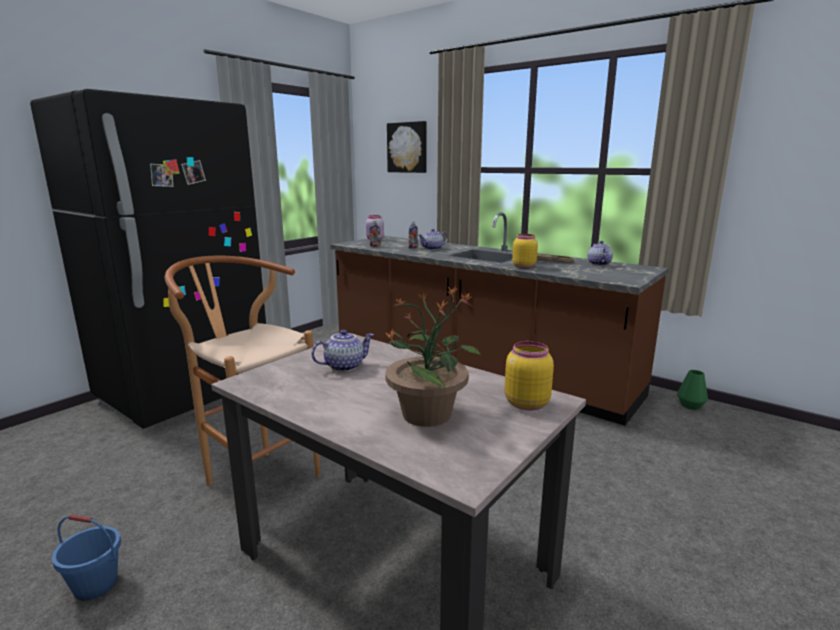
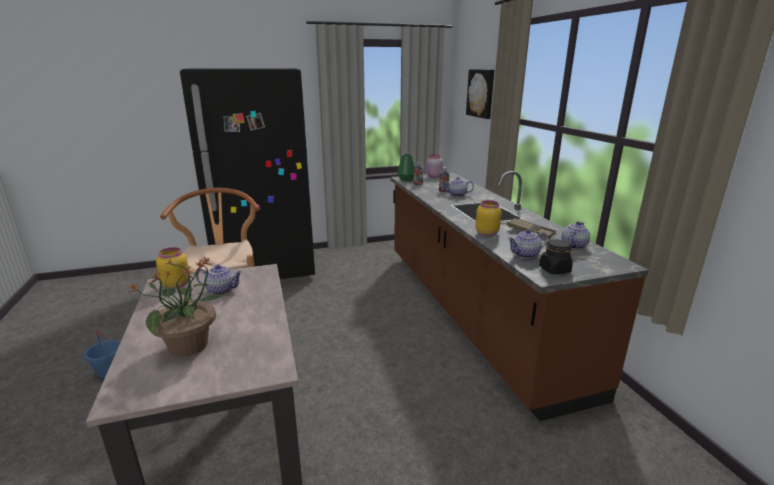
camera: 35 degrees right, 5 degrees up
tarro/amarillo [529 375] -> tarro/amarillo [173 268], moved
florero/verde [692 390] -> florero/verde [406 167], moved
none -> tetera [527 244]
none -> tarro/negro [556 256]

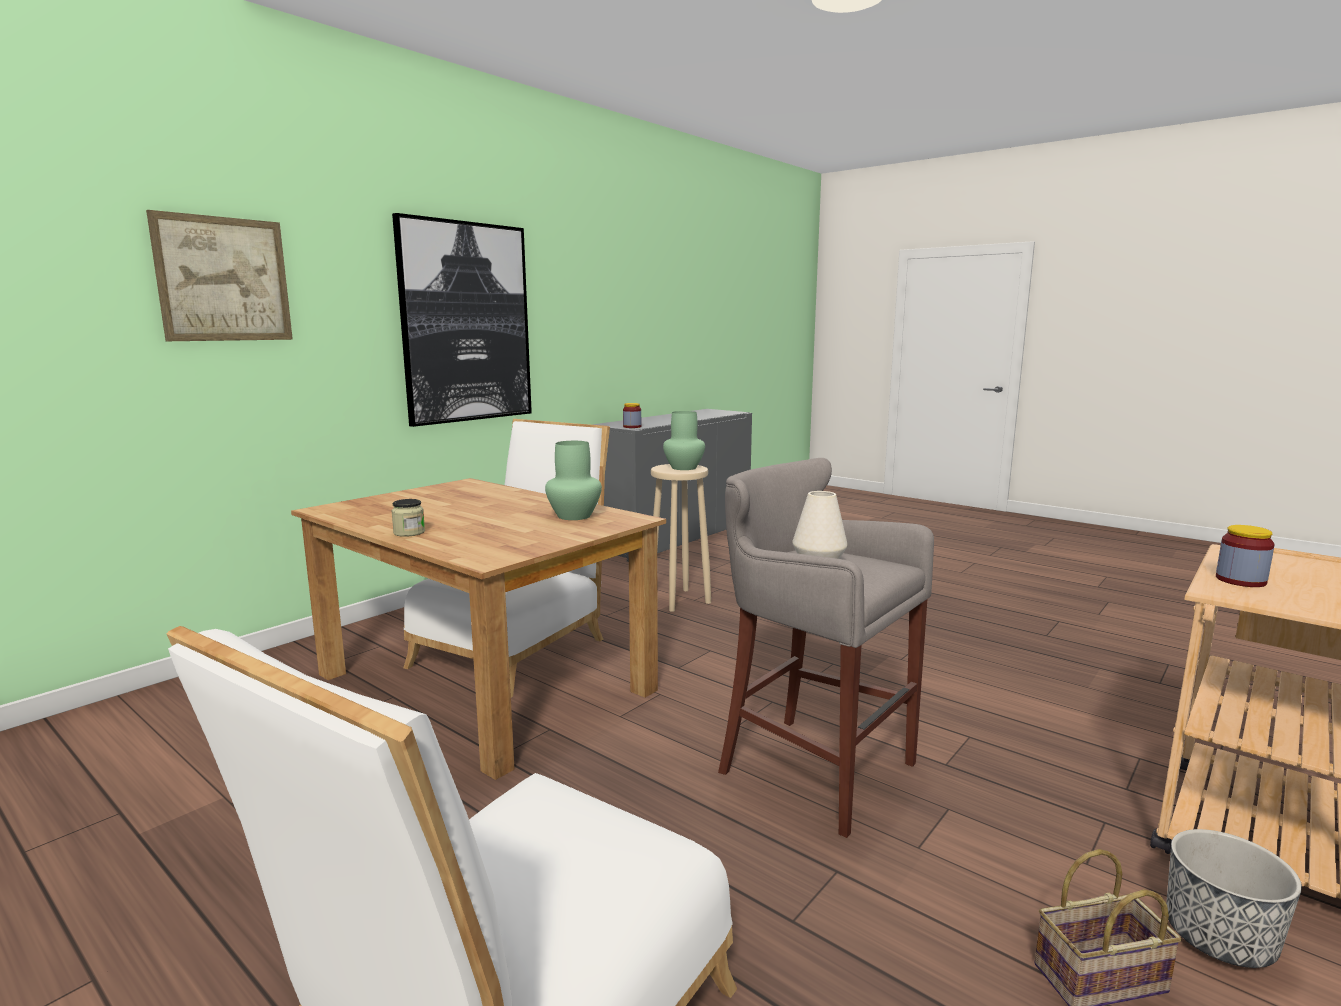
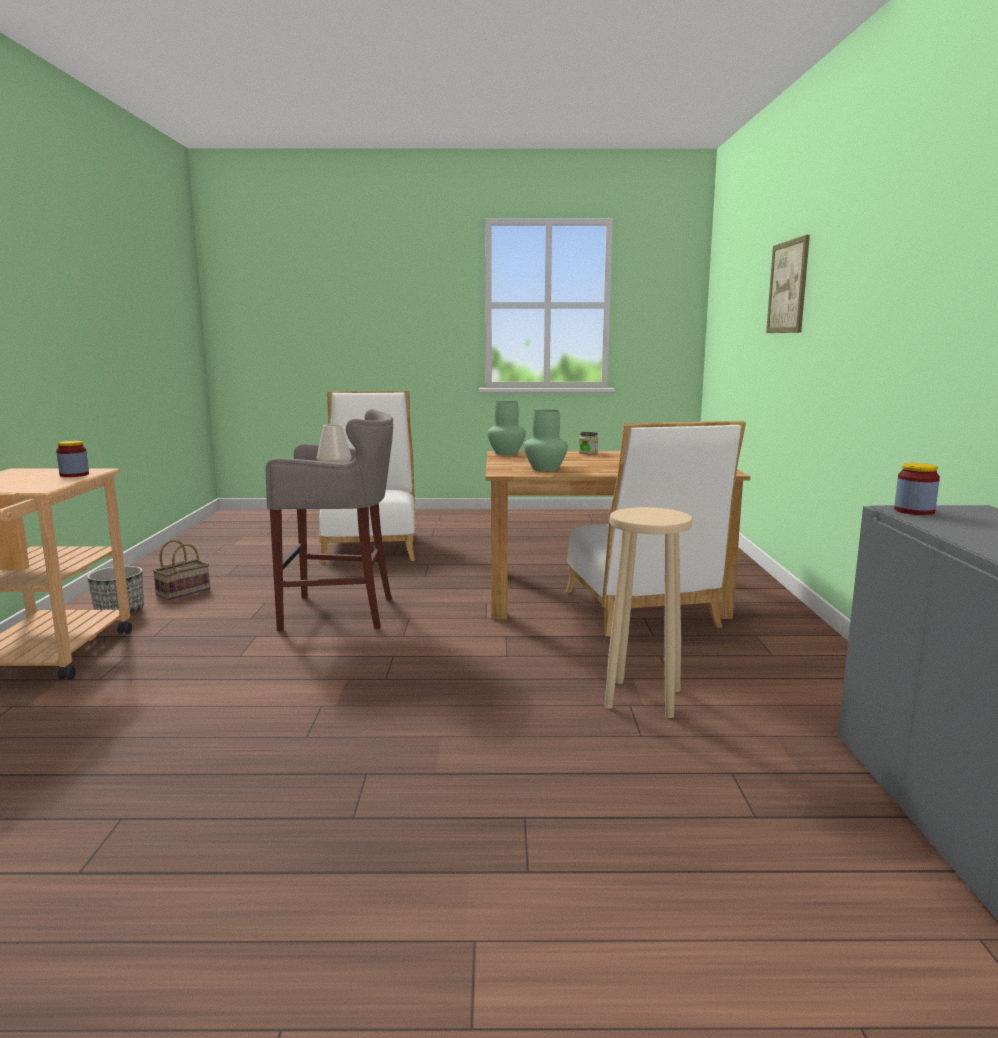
camera: 140 degrees right, 0 degrees up
cuadro [462 320] -> none
florero/verde [684 440] -> florero/verde [506 428], moved

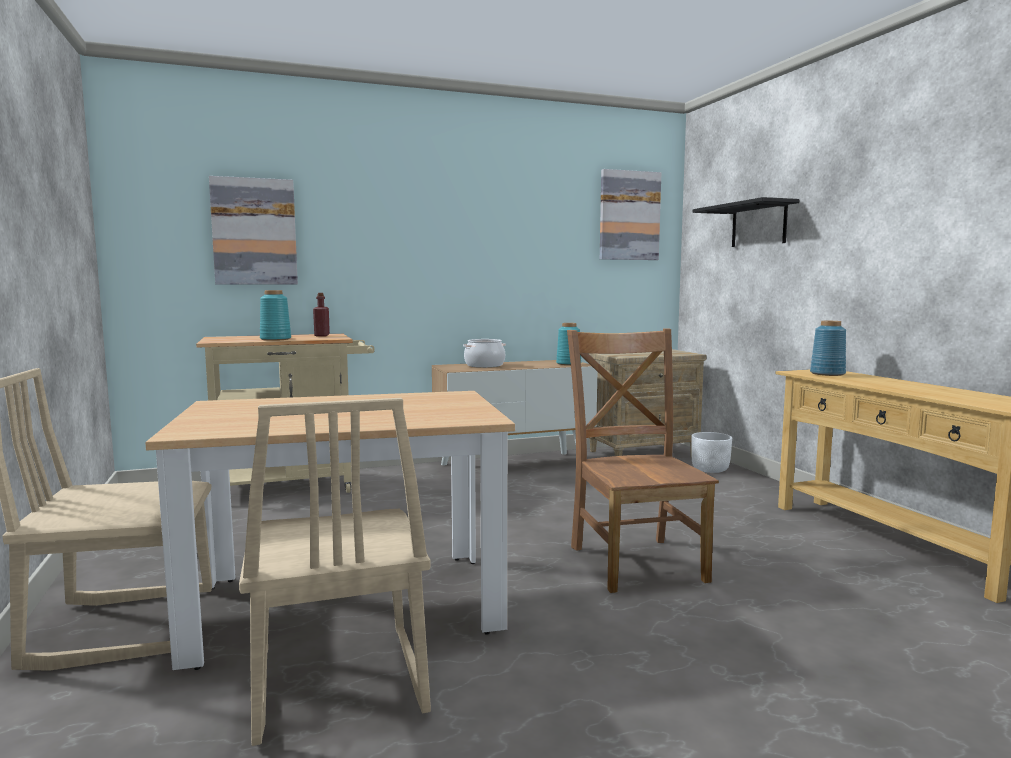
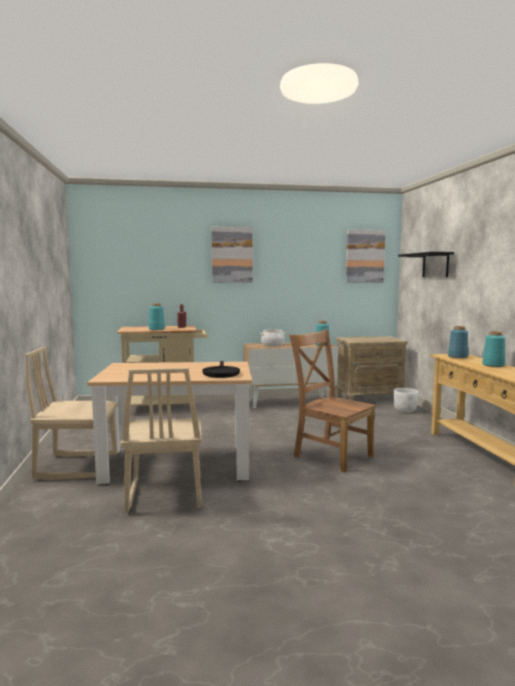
camera: 10 degrees right, 0 degrees up
cuadro [253 230] -> cuadro [232 255], moved
silla/marrón [643 460] -> silla/marrón [332 400], 45 degrees counterclockwise
none -> florero/turquesa [493 349]
none -> sartén/negro [221 369]

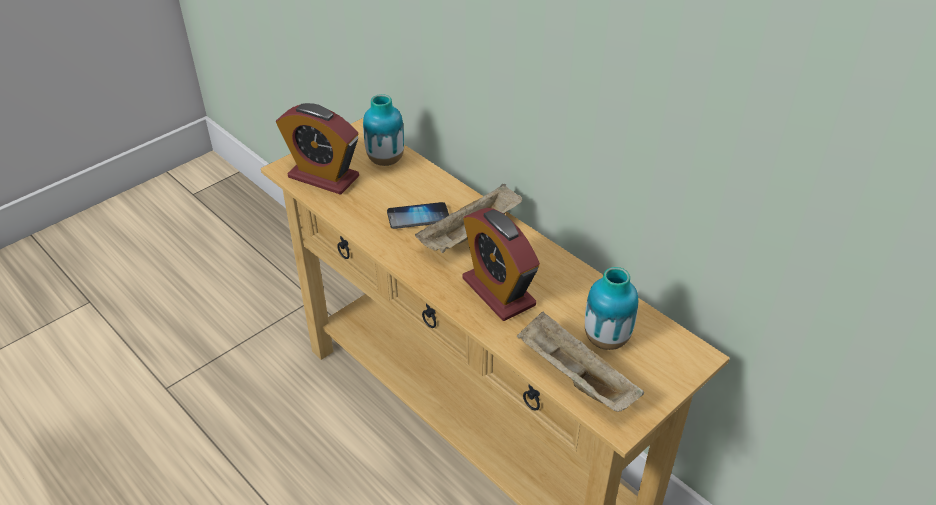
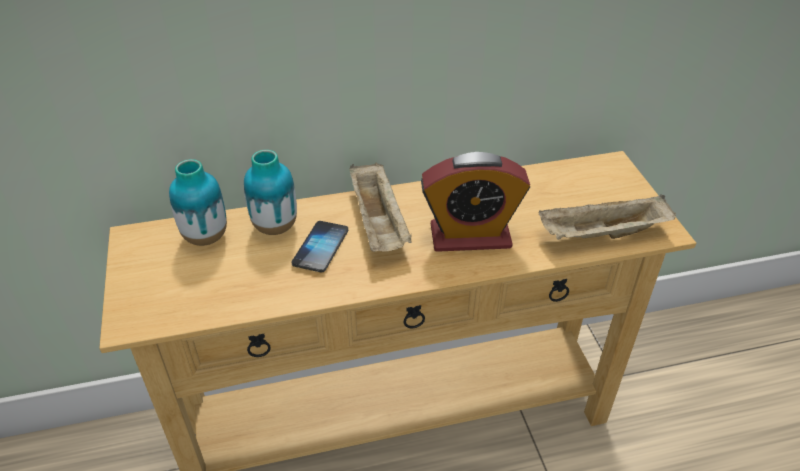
camera: 60 degrees left, 0 degrees up
despertador [317 149] -> none
florero [611 308] -> florero [270 192], moved

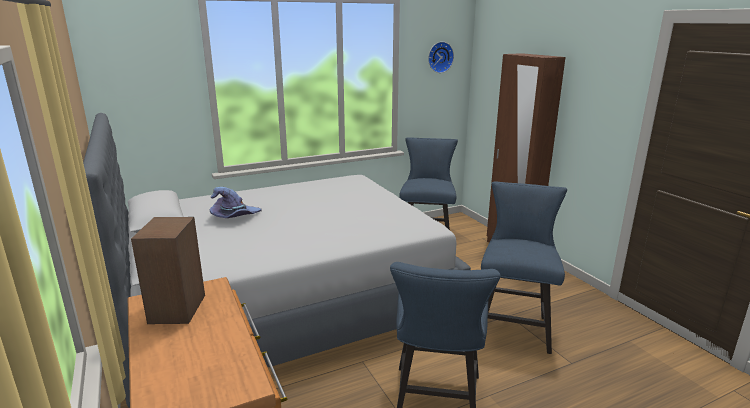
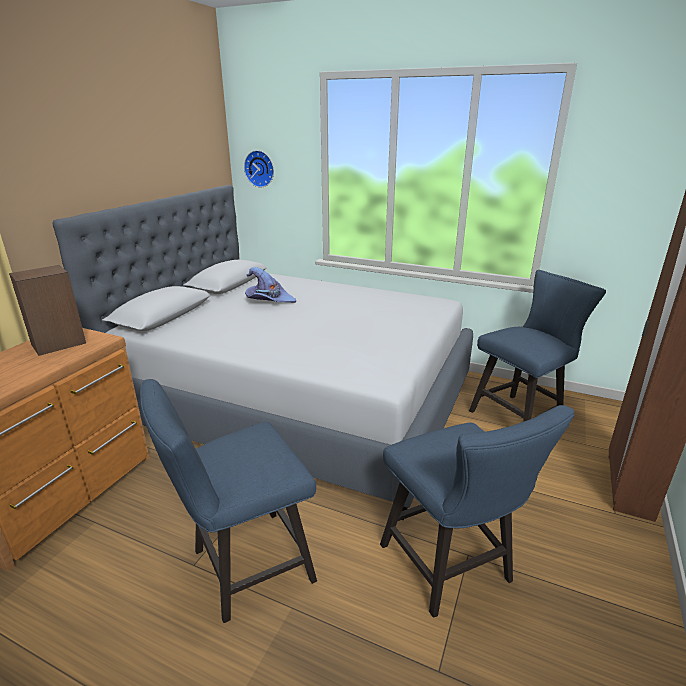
camera: 50 degrees right, 5 degrees up
reloj de pared [441 57] -> reloj de pared [259 169], moved
silla/azul [524 268] -> silla/azul [477 511], 90 degrees clockwise

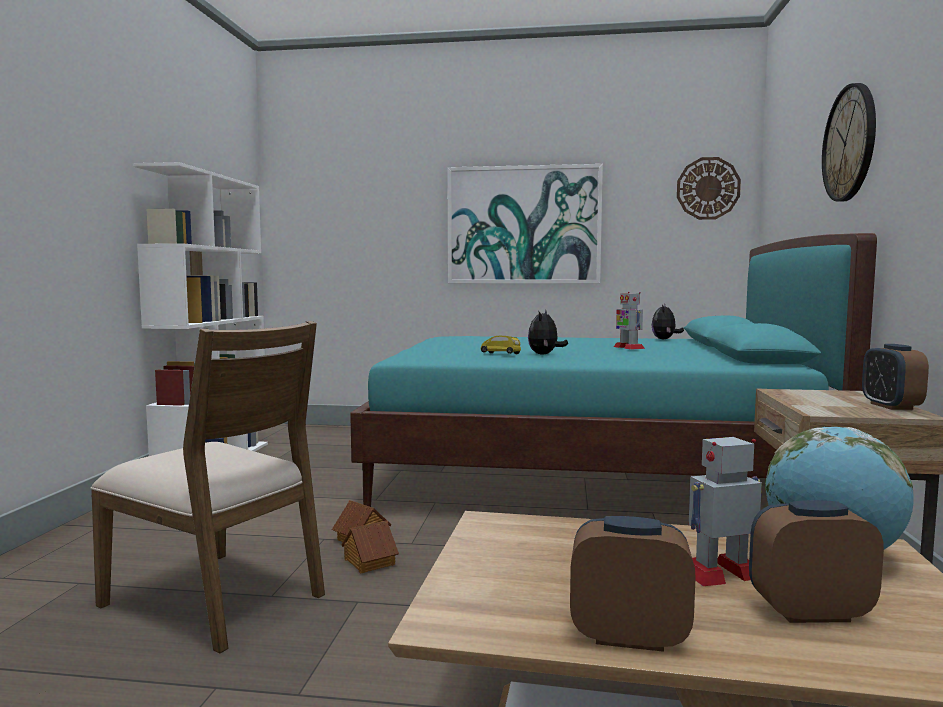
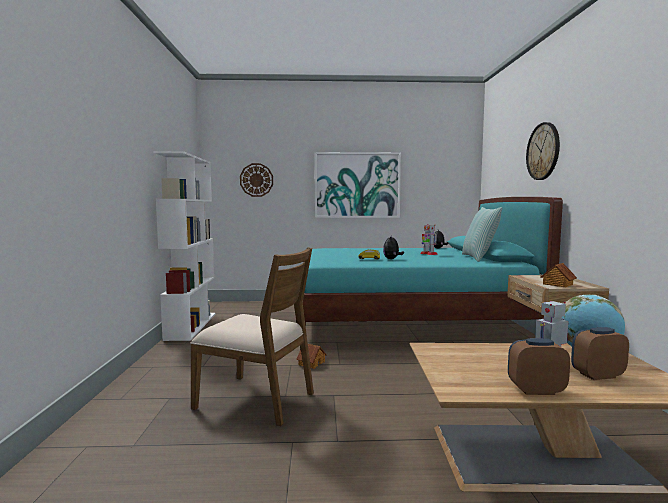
camera: 10 degrees left, 0 degrees up
reloj de pared [709 188] -> reloj de pared [256 180], moved
despertador [895 377] -> none
casita [370 547] -> casita [559 275], moved
none -> cojín [482 234]

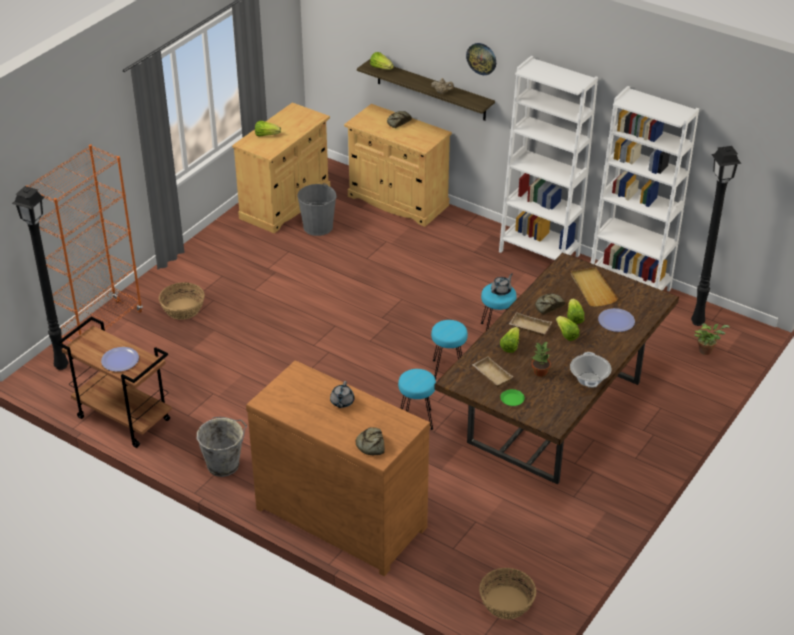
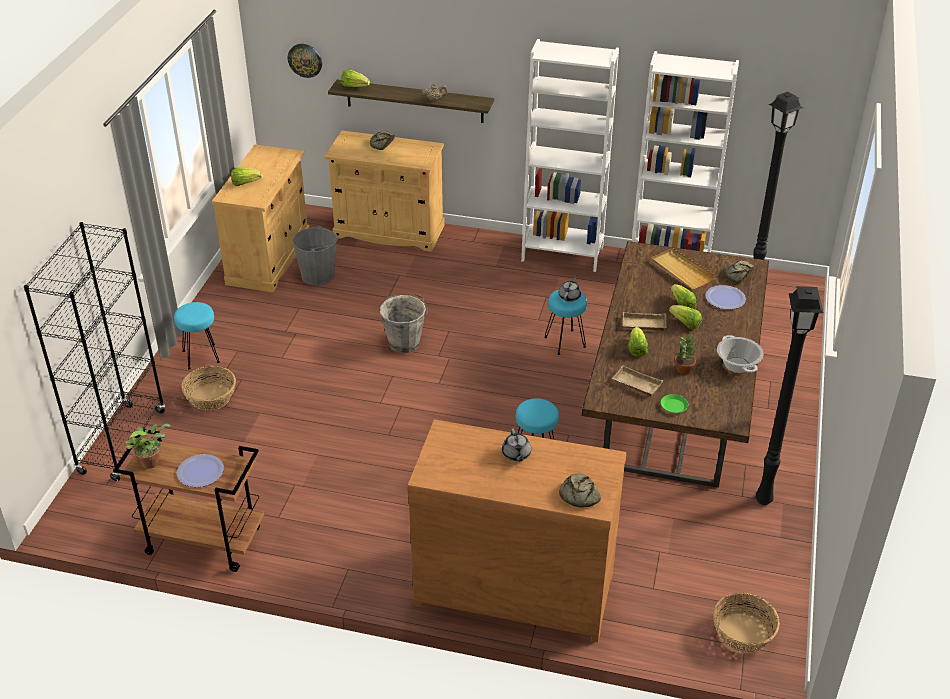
camera: 20 degrees left, 0 degrees up
reloj de pared [481 59] -> reloj de pared [305 61], moved
estantería/naranja [85 244] -> estantería/negro [94 351]
lámpara de pie/negro [40 278] -> lámpara de pie/negro [789 395], moved
pan [550 304] -> pan [739 272], moved
taburete/turquesa [449 350] -> taburete/turquesa [197 336], moved
planta en maceta [711 339] -> planta en maceta [147 446], moved
cubo/gris [222 447] -> cubo/gris [404 323], moved

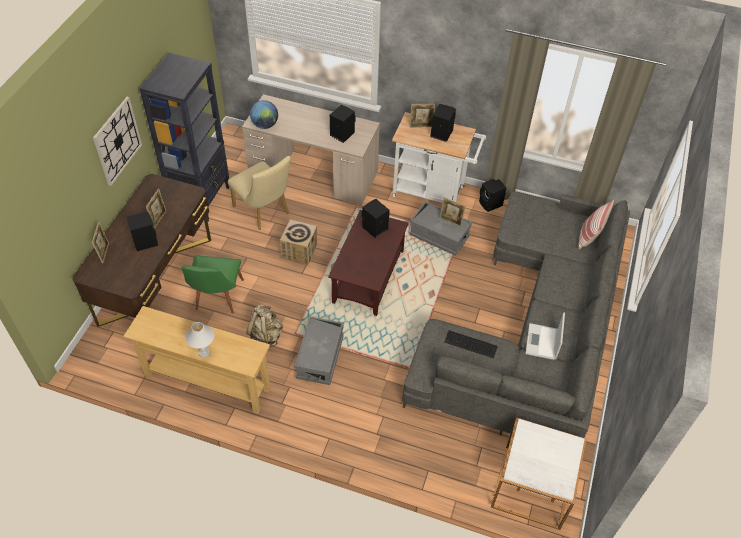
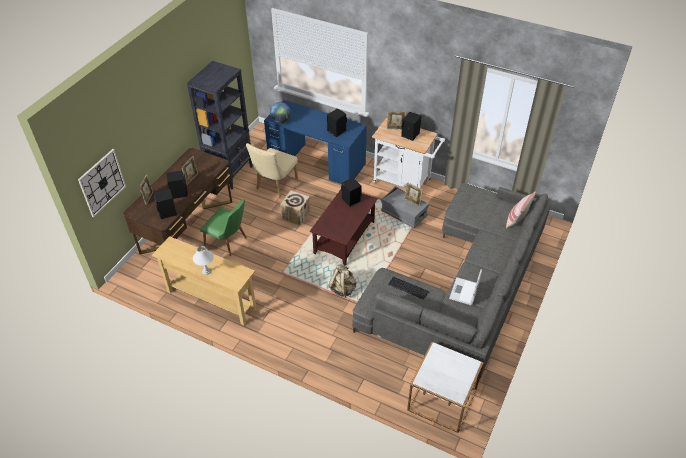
camera: 10 degrees right, 5 degrees down
escritorio/beis [311 149] -> escritorio/azul [315 142]
reloj de pared [117 141] -> reloj de pared [102 183], moved
silla/beis [259 193] -> silla/beis [272 170], 60 degrees clockwise
altavoz/negro [493 195] -> altavoz/negro [165 204], moved
silla/verde [212 284] -> silla/verde [223 227], 75 degrees counterclockwise
mochila/beis [265 326] -> mochila/beis [342 281], moved
caja de almacenaje/gris [319 350] -> none

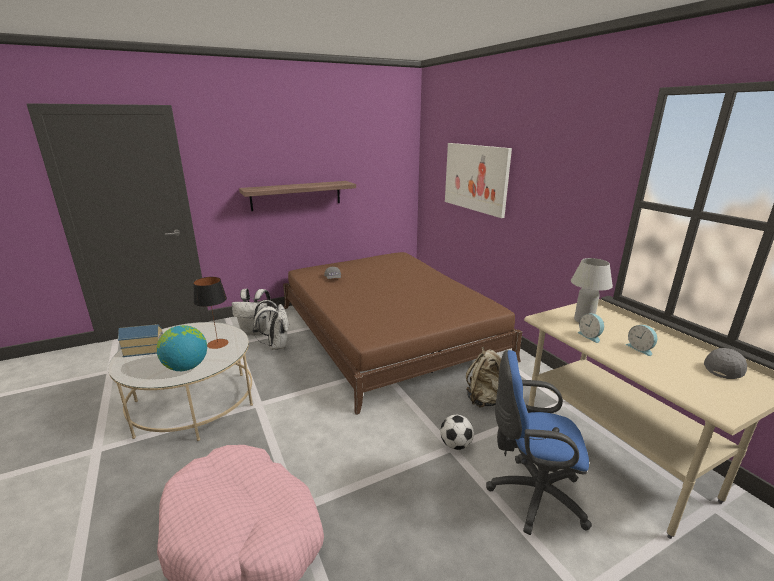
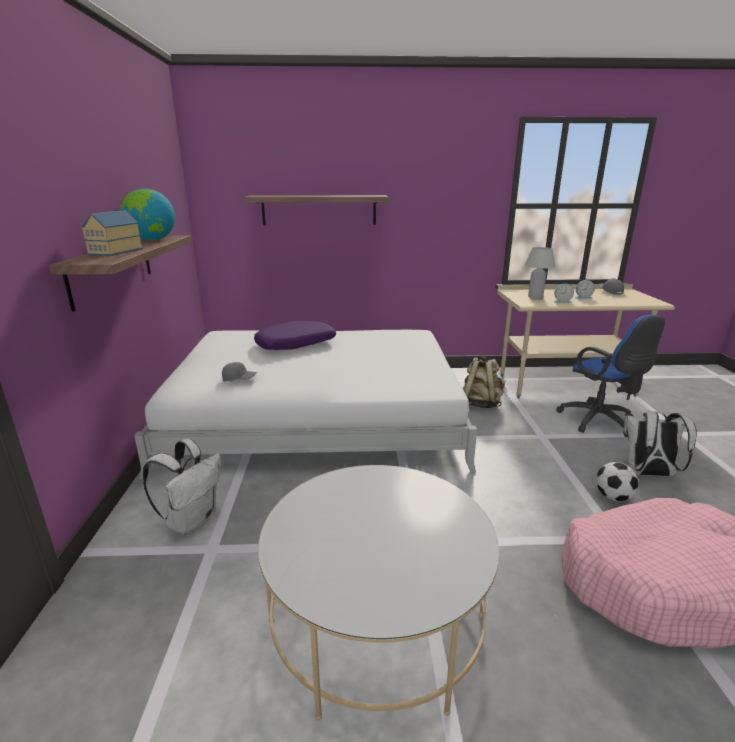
camera: 65 degrees left, 0 degrees up
cuadro [478 180] -> estante [316 210]
cama/marrón [402 333] -> cama/blanco [305 404]
lámpara de mesa [211 313] -> none
mochila/blanco [271 325] -> mochila/blanco [660 444], moved
casita [140 340] -> casita [112 233], moved
globo terráqueo [182 348] -> globo terráqueo [148 214], moved
silla de oficina/azul [539 442] -> silla de oficina/azul [610 376], 60 degrees counterclockwise
balón de fútbol [457 432] -> balón de fútbol [617 481], moved
none -> cojín/morado [295 335]

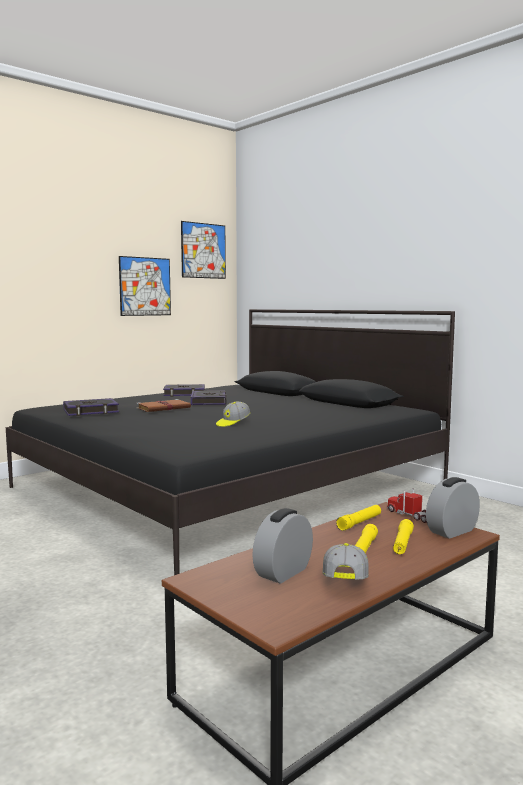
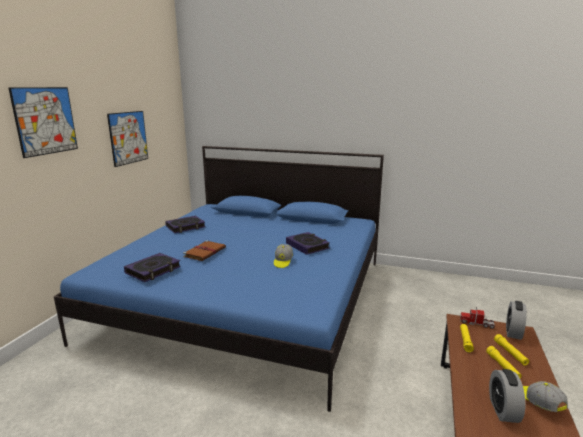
camera: 30 degrees left, 10 degrees up
cuadro [203 250] -> cuadro [43 122], moved
cama/negro [230 442] -> cama/azul [219 279]
libro [208 397] -> libro [308 243], moved

